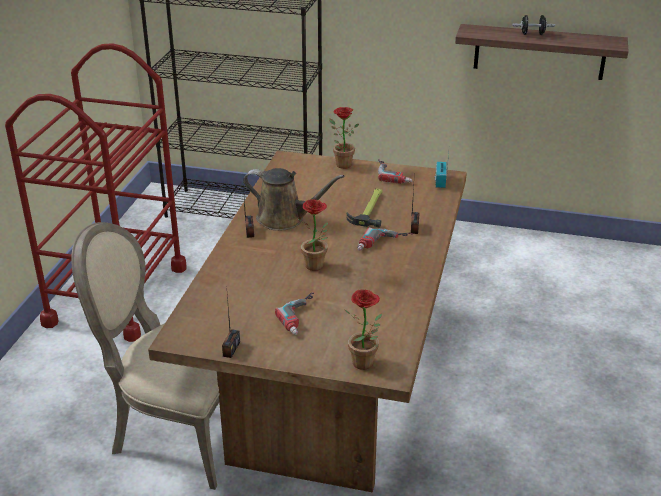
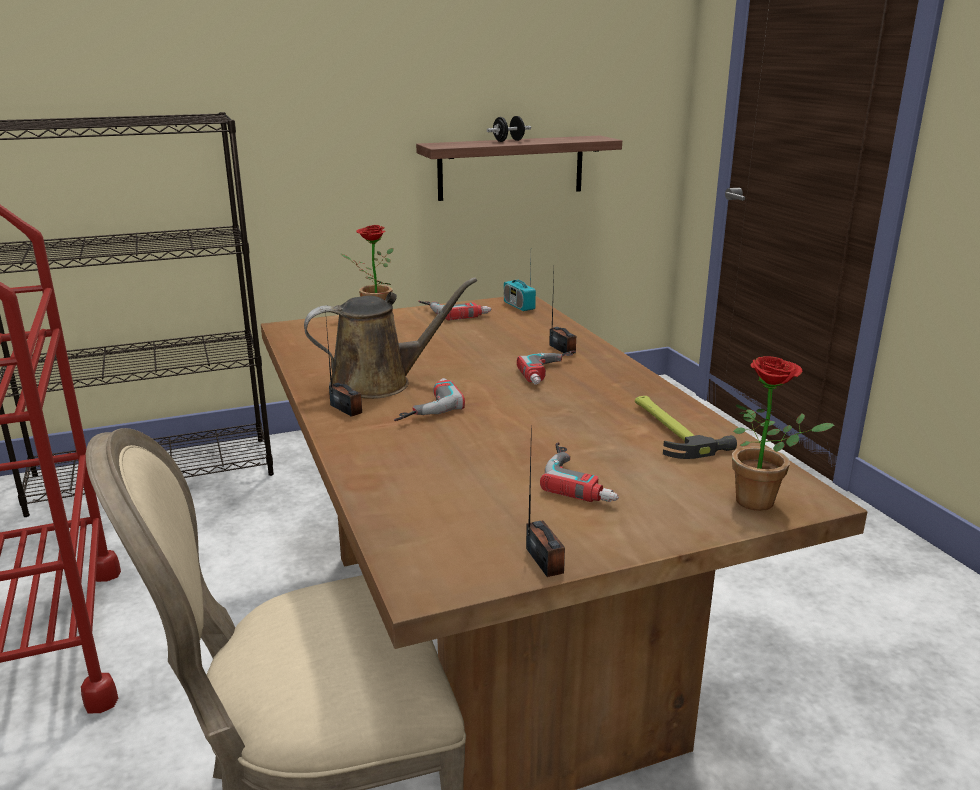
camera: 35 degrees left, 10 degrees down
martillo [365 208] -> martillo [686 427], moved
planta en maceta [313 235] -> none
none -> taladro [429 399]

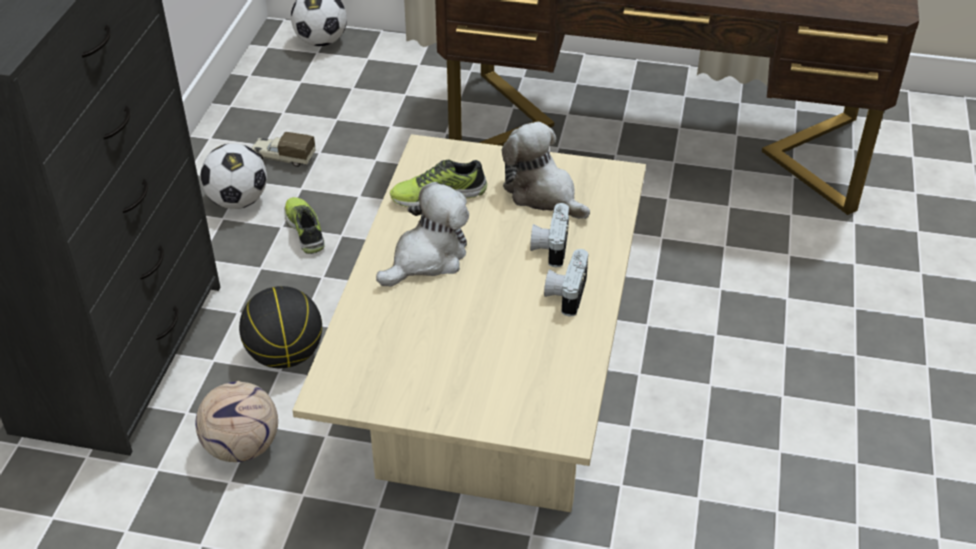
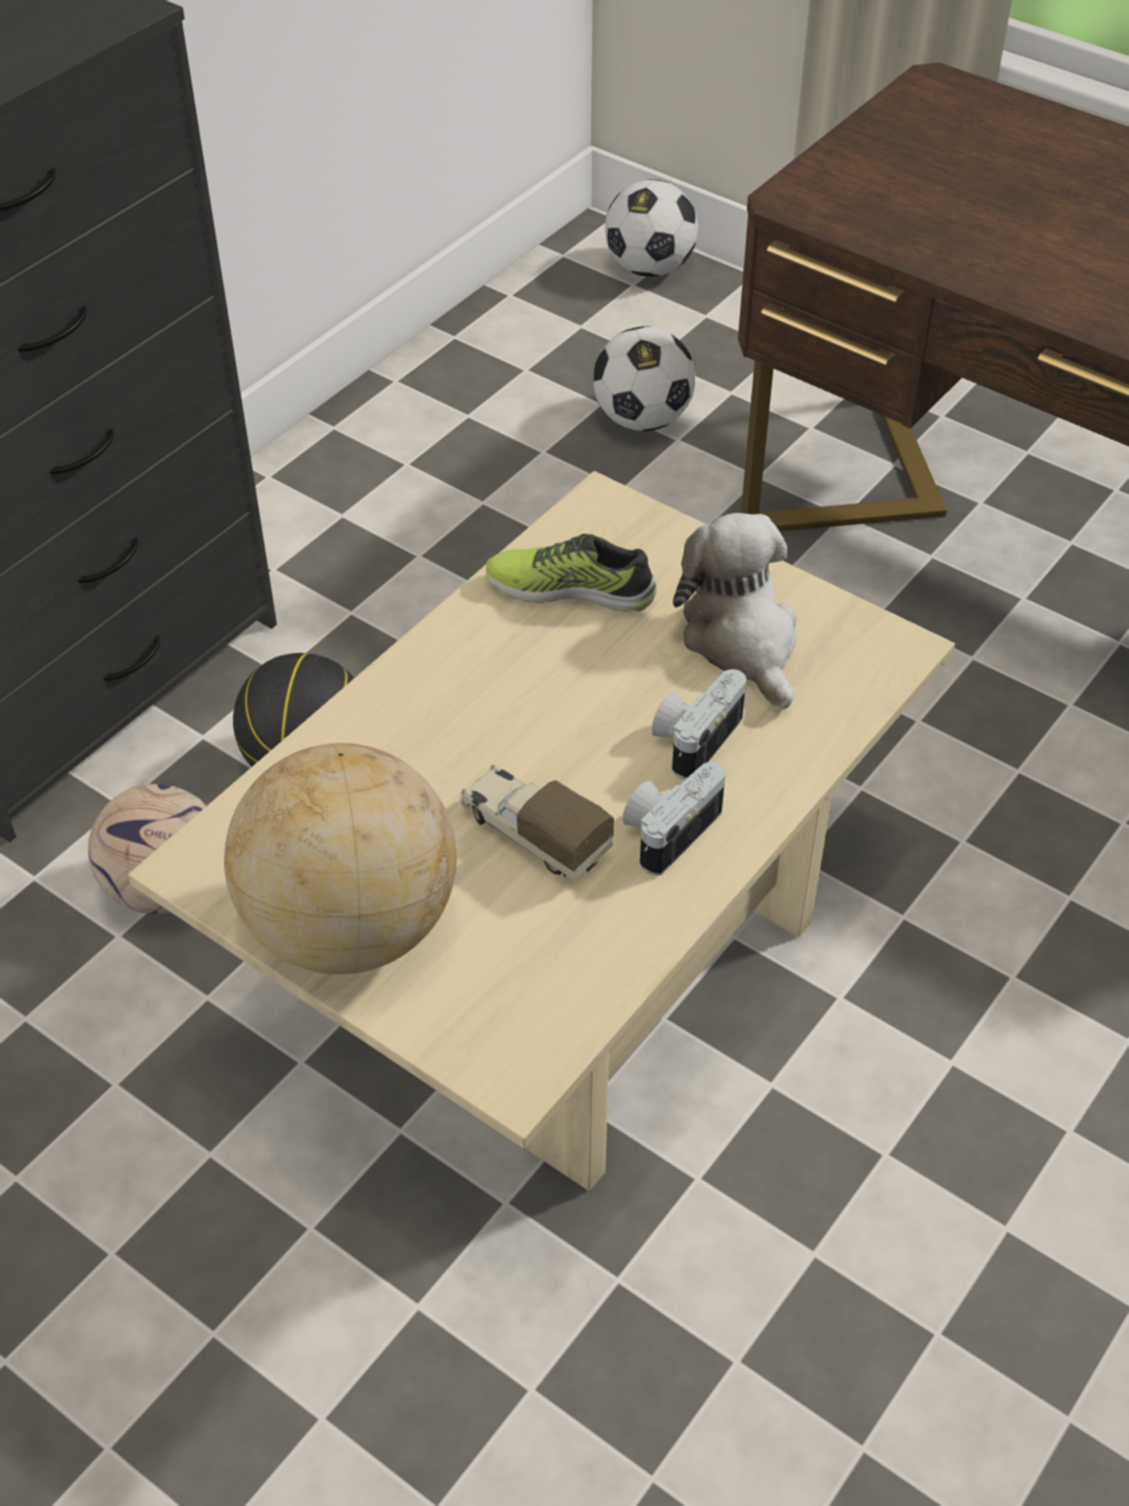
camera: 25 degrees right, 5 degrees up
camión de juguete [283 149] -> camión de juguete [537 823], moved
balón de fútbol [233 176] -> balón de fútbol [644 378], moved
peluche [422 234] -> none
zapato [304 225] -> none
none -> globo terráqueo [340 858]

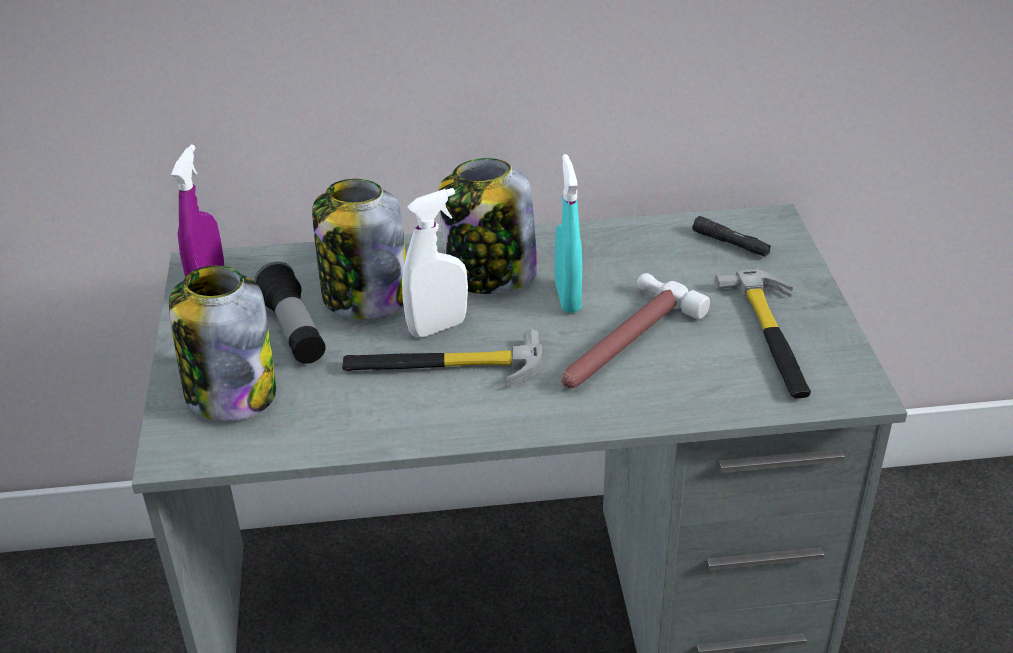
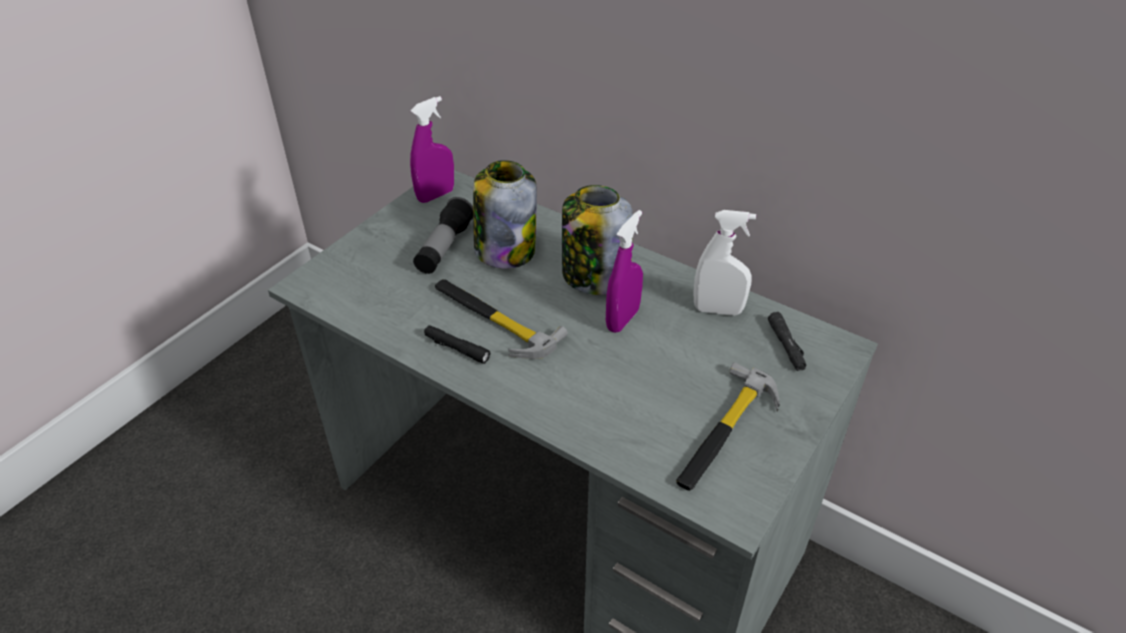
camera: 40 degrees right, 5 degrees up
pulverizador/turquesa [568 233] -> pulverizador/morado [624 271]
pulverizador/blanco [435 262] -> pulverizador/blanco [724 263], moved
tarro [222 343] -> none
martillo [635 331] -> none
none -> linterna/negro [457 344]

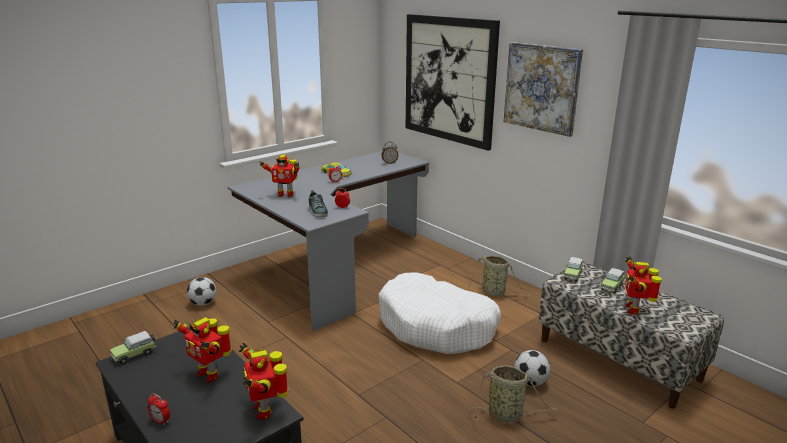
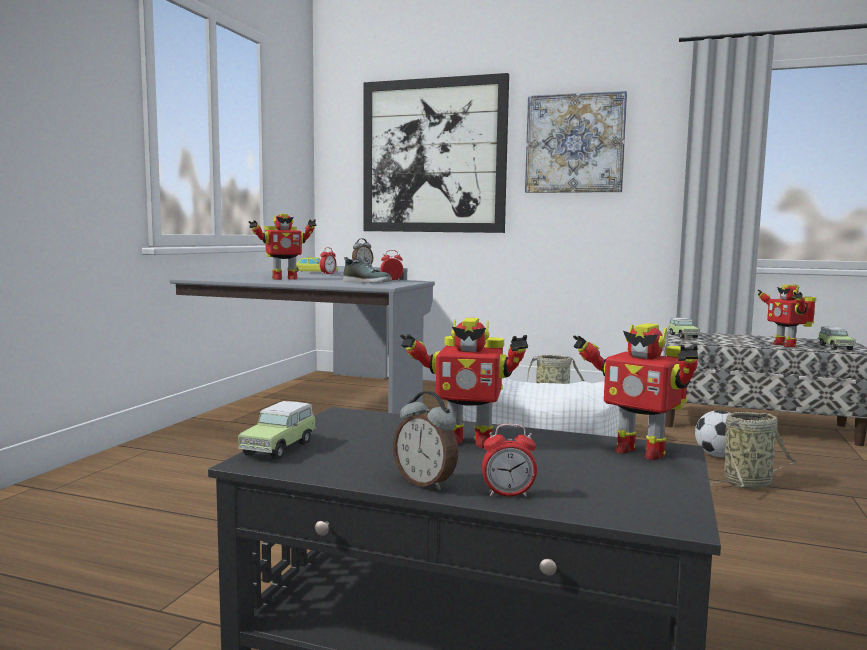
camera: 30 degrees left, 15 degrees down
coche de juguete [612 281] -> coche de juguete [836 338], moved
balón de fútbol [202 291] -> none
none -> despertador [425 441]

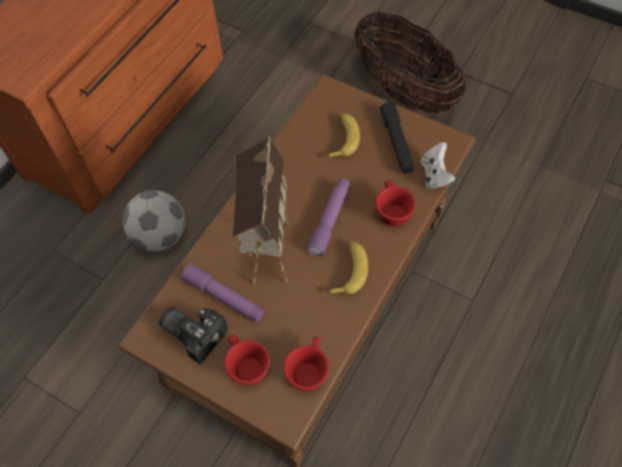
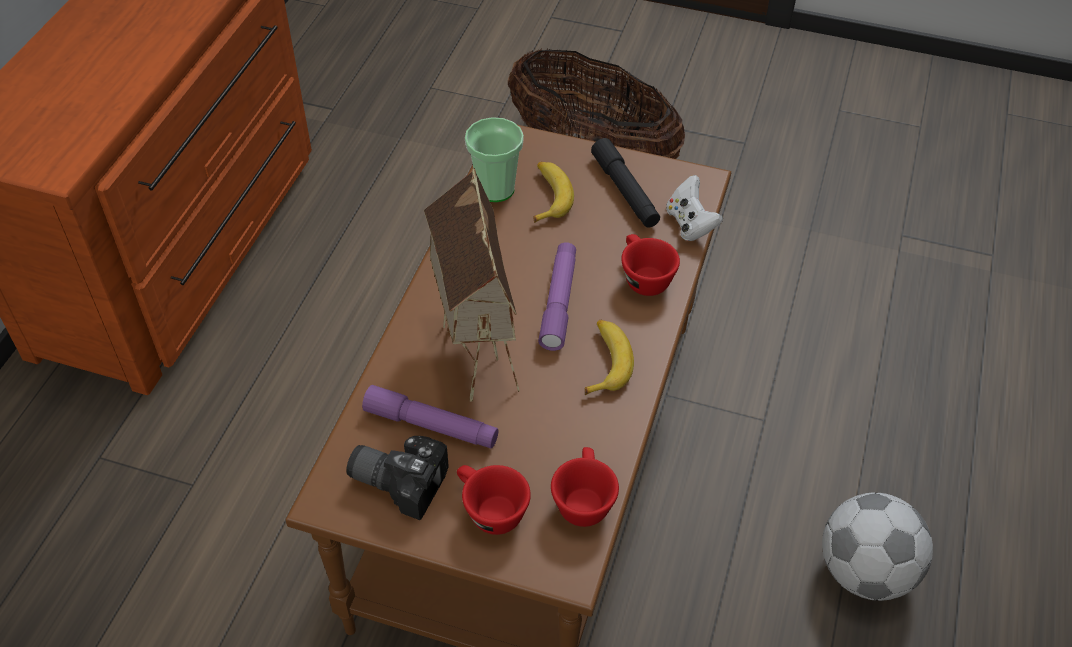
camera: 15 degrees left, 10 degrees down
balón de fútbol [154 220] -> balón de fútbol [877 546], moved
none -> taza [494 159]

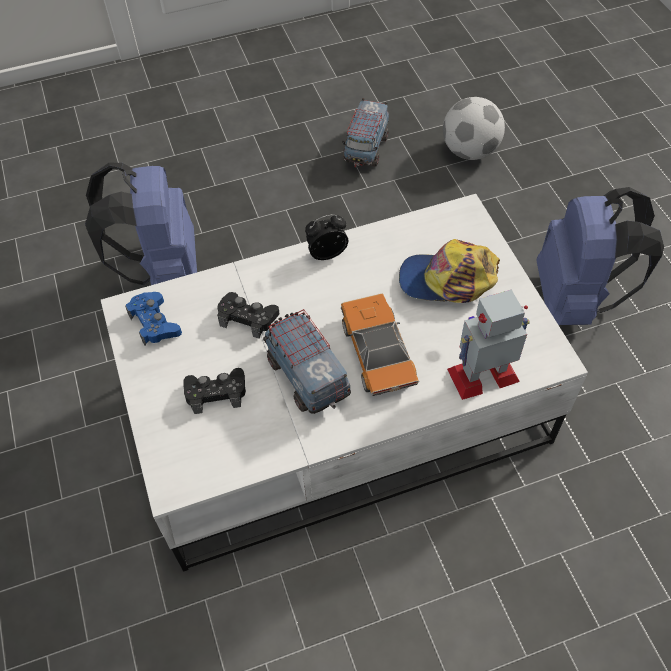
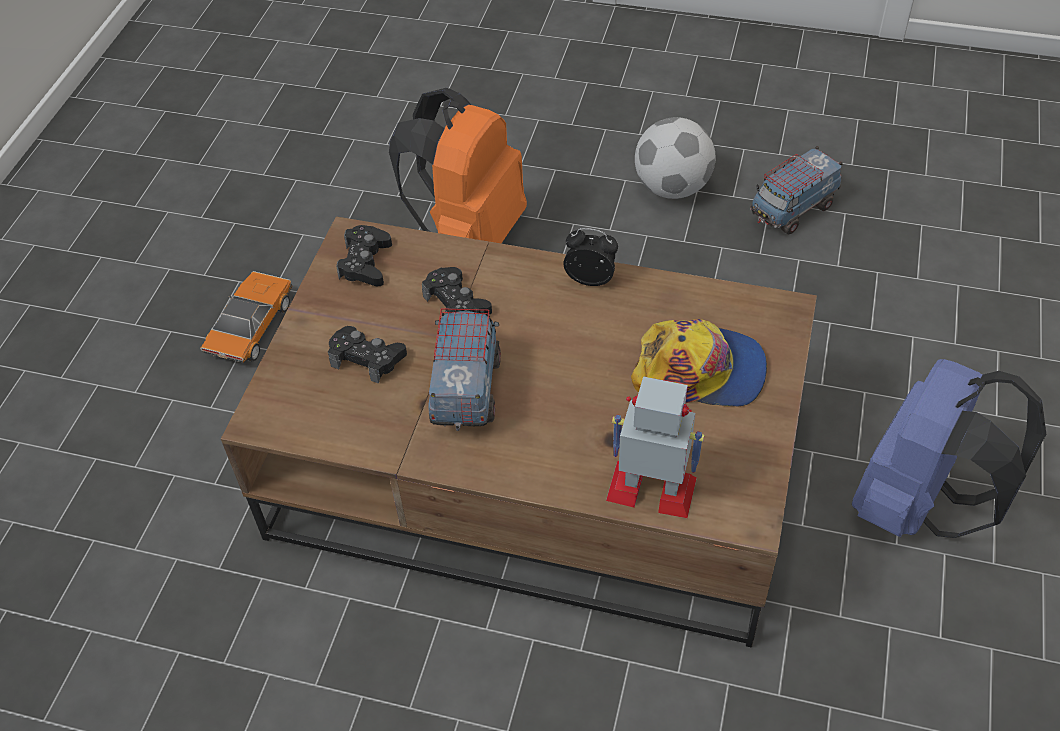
camera: 35 degrees right, 5 degrees down
balón de fútbol [474 128] -> balón de fútbol [675 158], moved
mochila/azul [141 224] -> mochila/naranja [458 165]
mesa de centro/blanco [344 382] -> mesa de centro/marrón [519 431]
gorra [449 271] -> gorra [699 363], 150 degrees clockwise
mando de consola/azul [153 319] -> mando de consola/negro [364 255]
coche de juguete [380 344] -> coche de juguete [246 317], moved

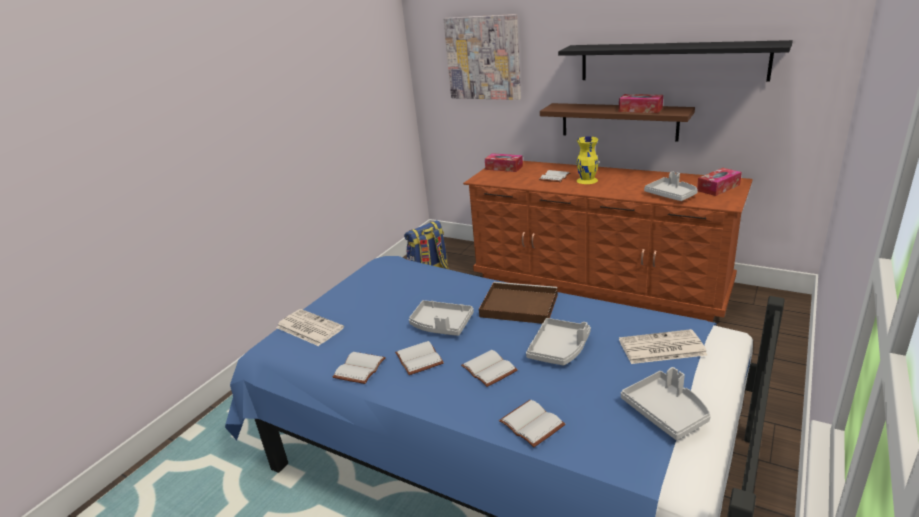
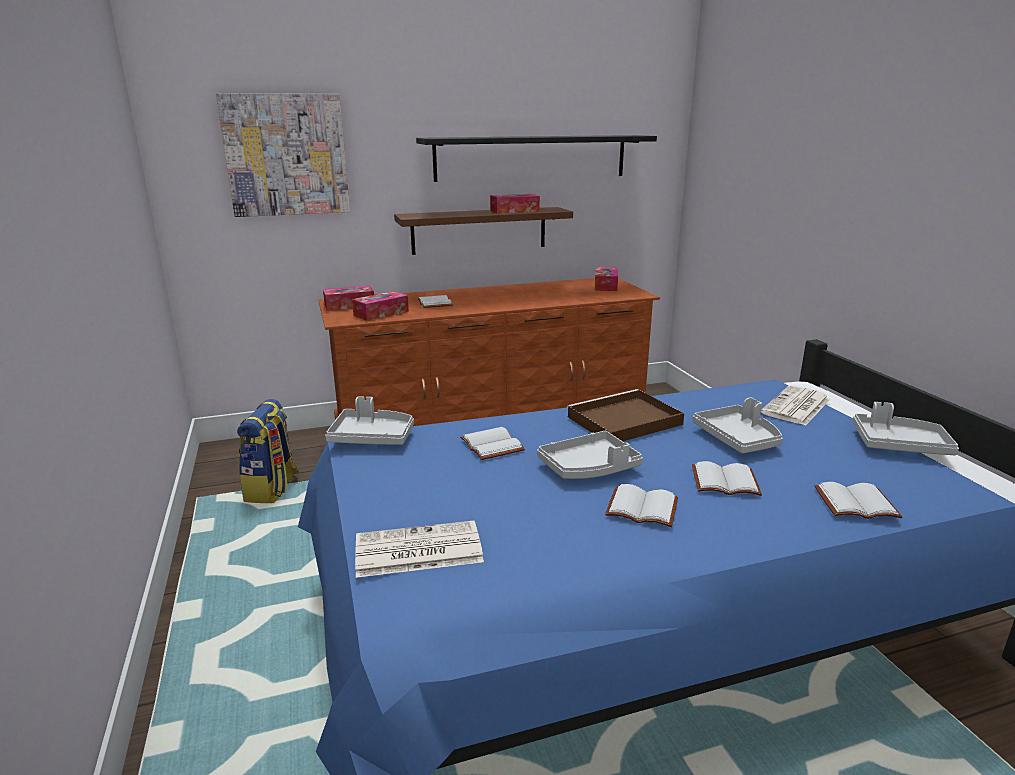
camera: 50 degrees left, 5 degrees down
florero/amarillo [588 160] -> none
bandeja/gris [671 186] -> bandeja/gris [369 420], moved
libro/blanco [359 368] -> libro/blanco [492 443], moved
none -> caja de pañuelos [380 306]

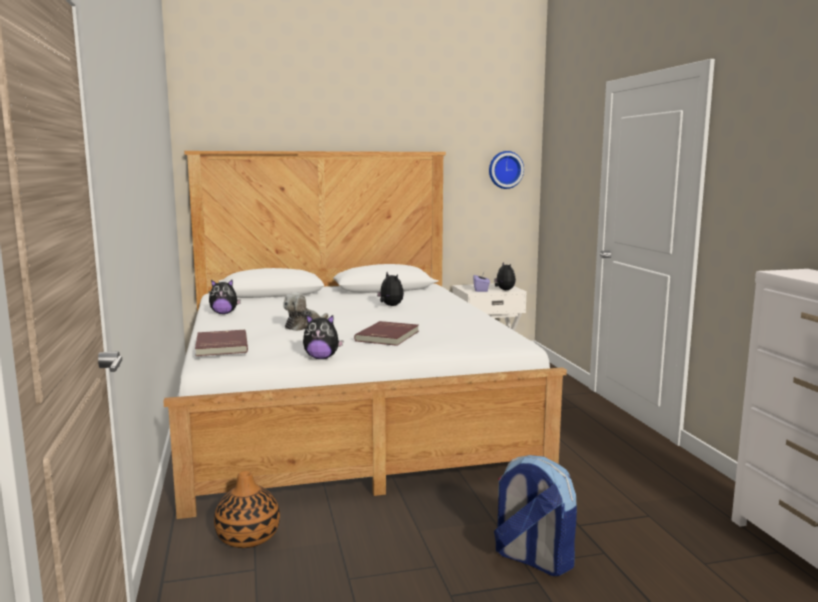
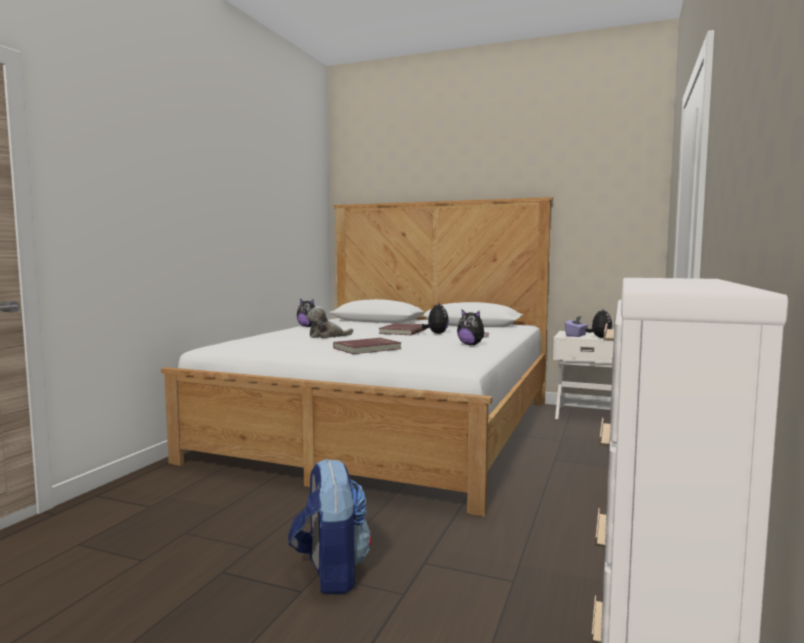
camera: 35 degrees right, 5 degrees down
reloj de pared [506 170] -> none
peluche [323 337] -> peluche [473 327], moved
libro/rojo [221 343] -> libro/rojo [402 329], moved
florero [247 509] -> none

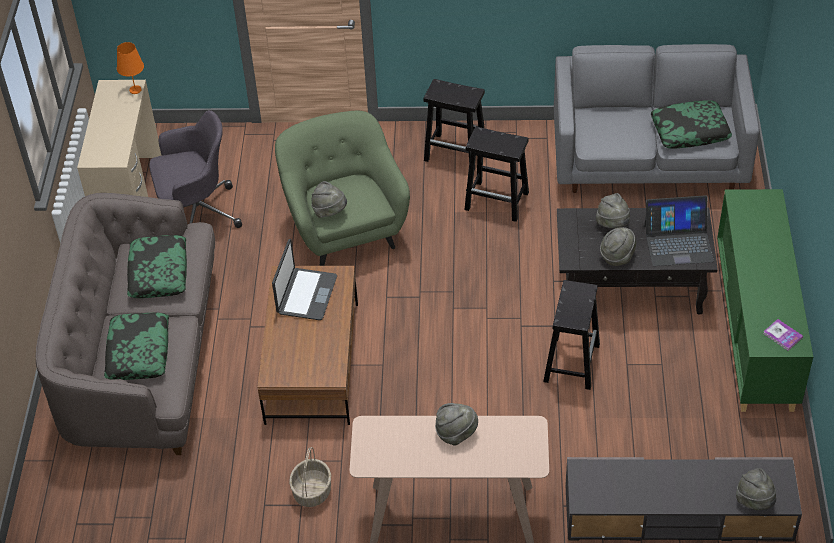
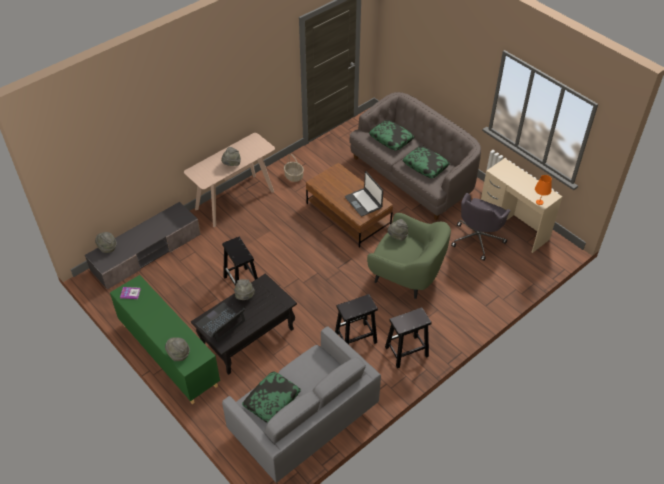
camera: 135 degrees right, 0 degrees up
sombrero/gris [613 210] -> sombrero/gris [177 349], moved

